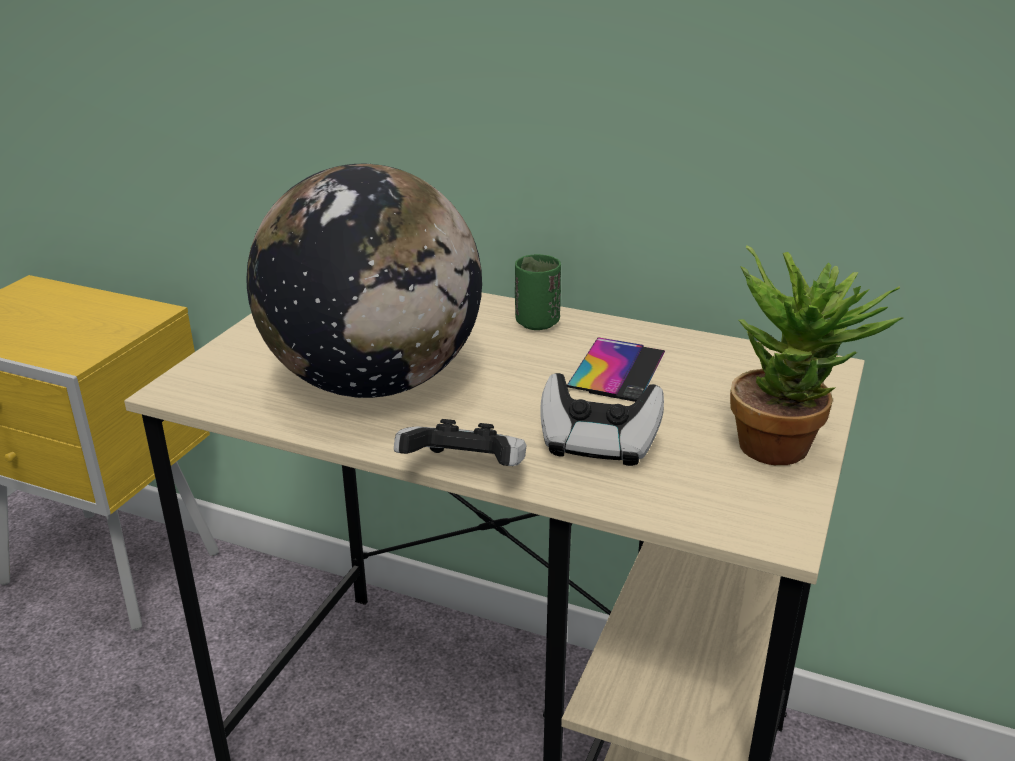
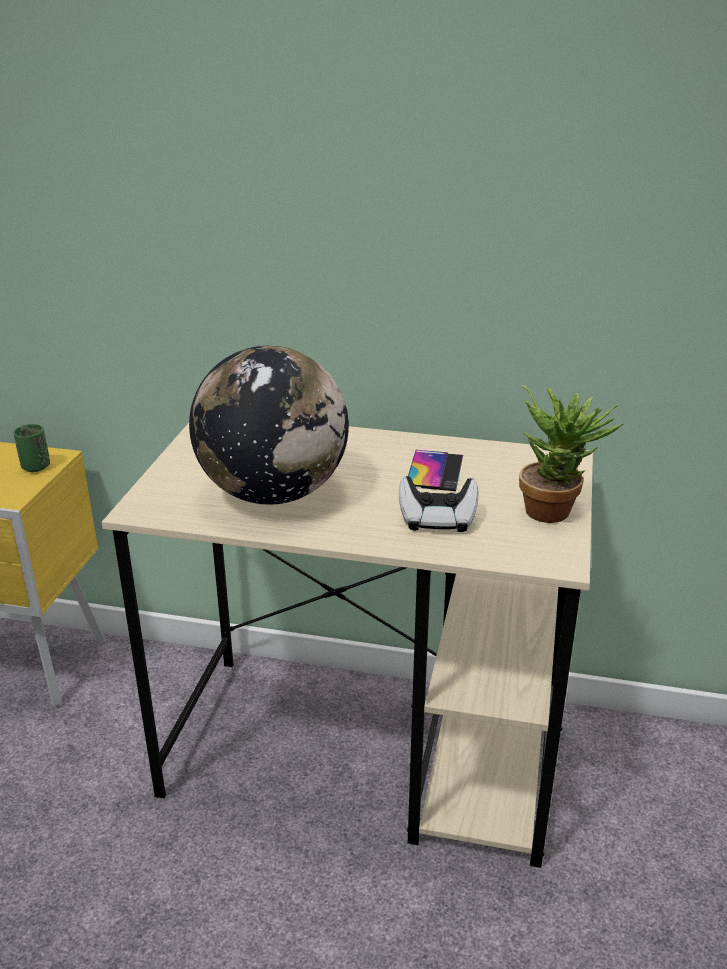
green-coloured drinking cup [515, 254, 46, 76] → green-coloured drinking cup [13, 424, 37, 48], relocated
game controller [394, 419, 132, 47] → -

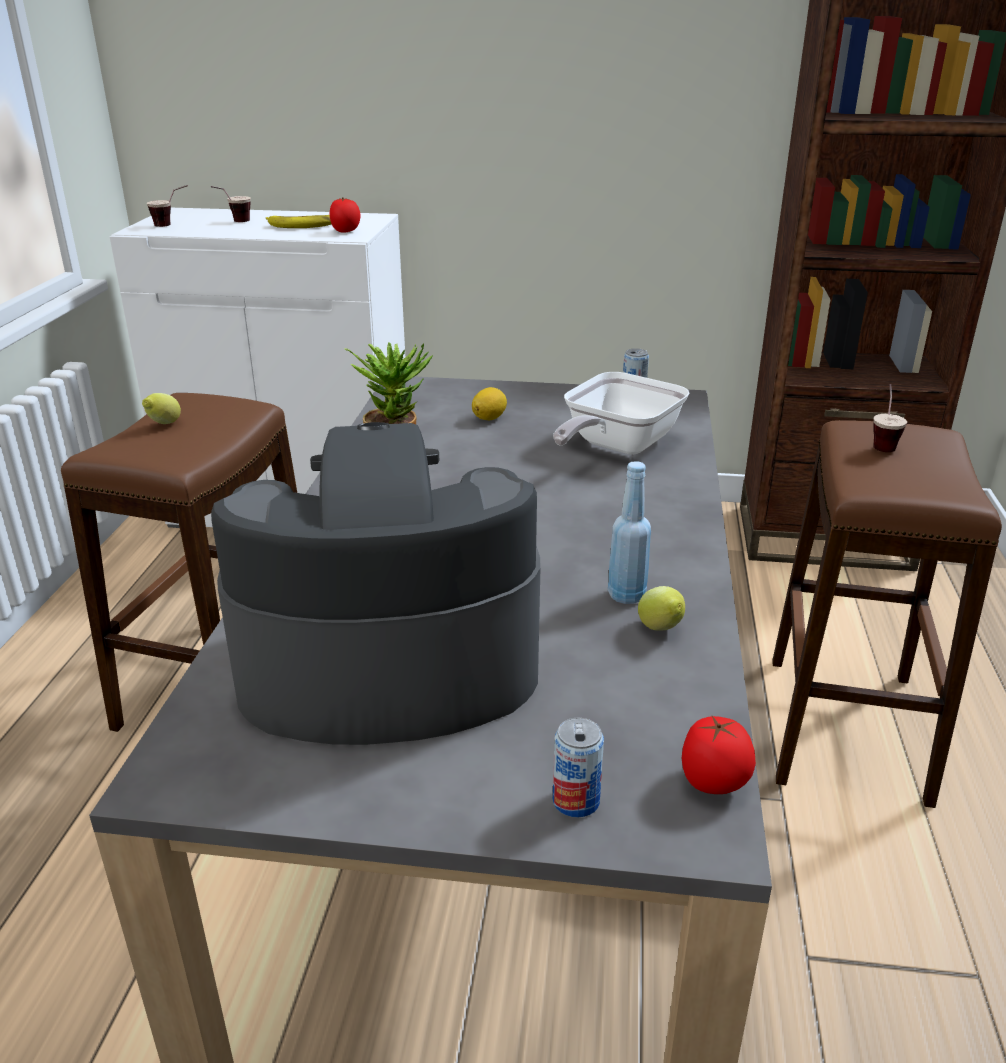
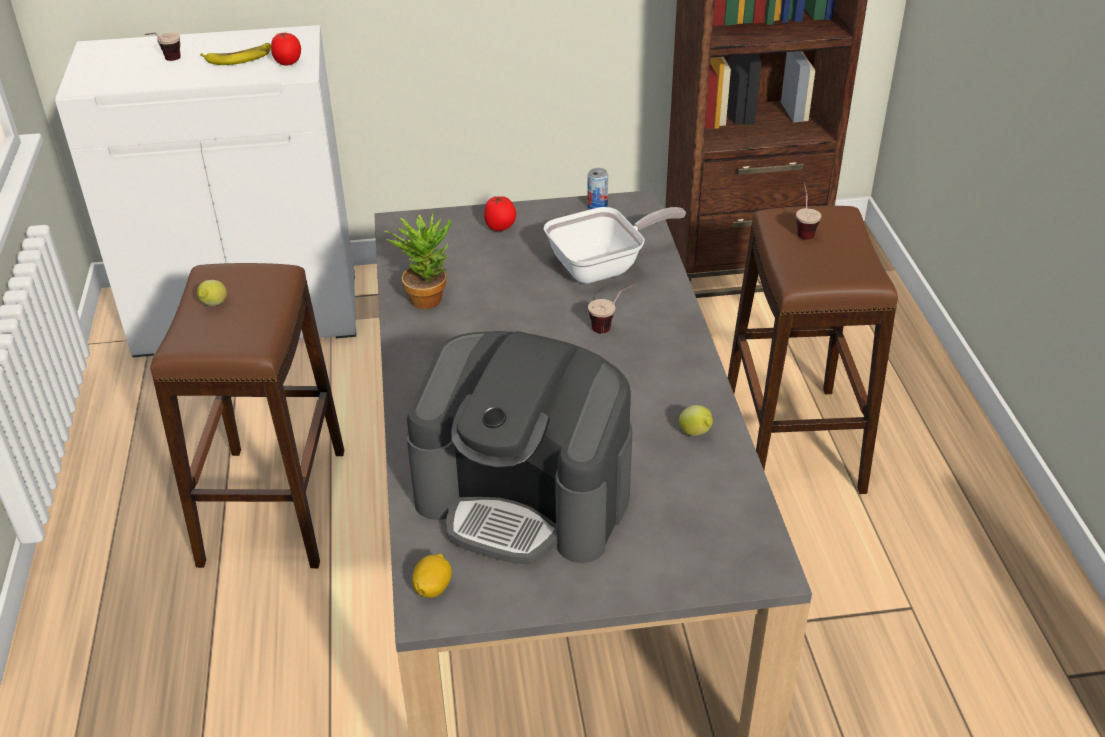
coffee maker [211, 422, 330, 323] → coffee maker [406, 331, 227, 234], 135 degrees counterclockwise
lemon [472, 387, 35, 33] → lemon [412, 553, 40, 45], relocated
fresh tomato [682, 716, 74, 78] → fresh tomato [484, 196, 32, 35], relocated
skillet [553, 372, 137, 83] → skillet [543, 207, 143, 77], 135 degrees counterclockwise
drinking cup [147, 185, 41, 42] → drinking cup [588, 283, 48, 50], relocated
can [553, 718, 51, 99] → -
bluish drink bottle [608, 461, 43, 143] → -

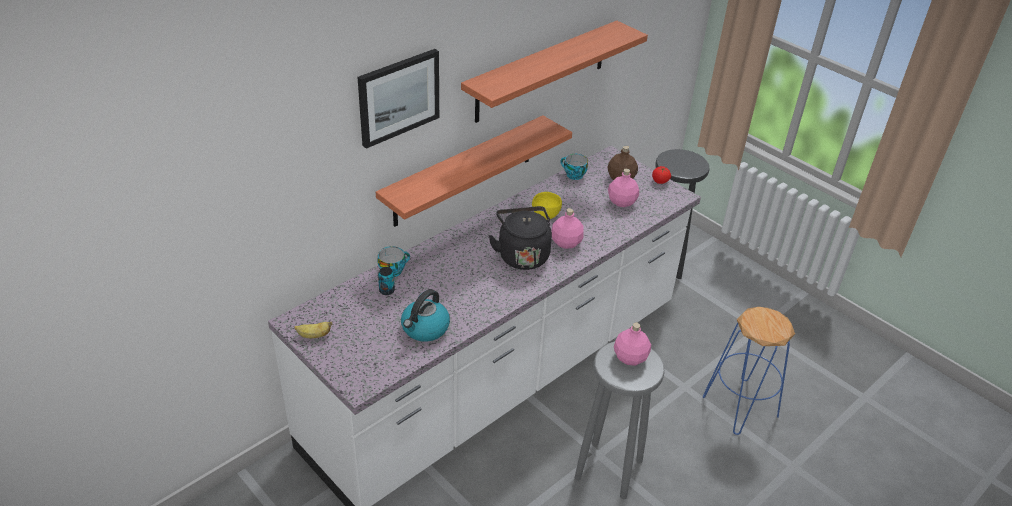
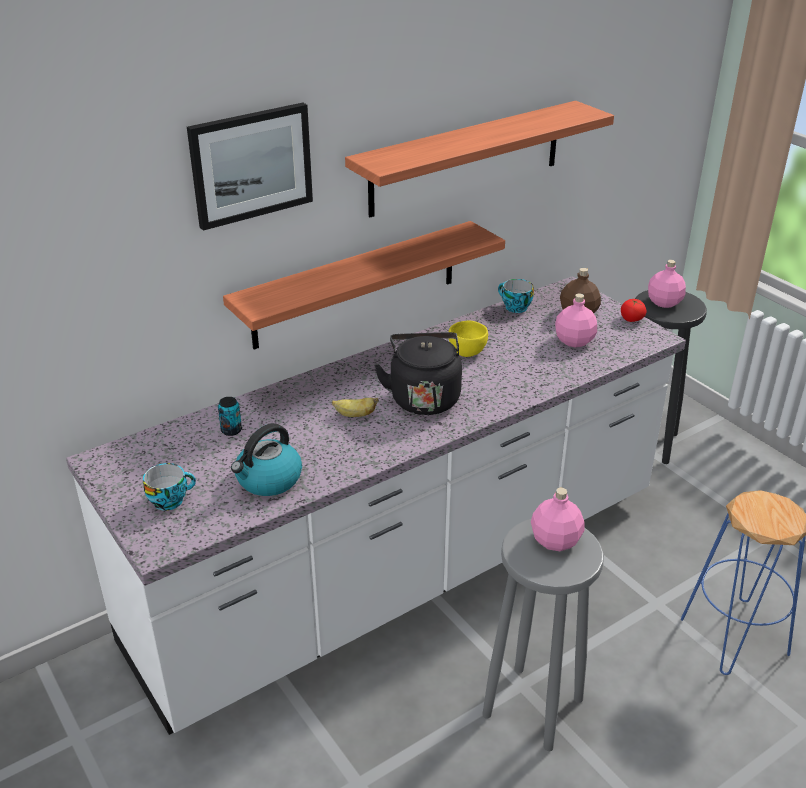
drinking cup [378, 246, 32, 31] → drinking cup [143, 463, 53, 48], relocated
banana fruit [294, 321, 38, 17] → banana fruit [332, 398, 47, 19], relocated
pinkish drink bottle [552, 208, 32, 41] → pinkish drink bottle [648, 260, 38, 48], relocated

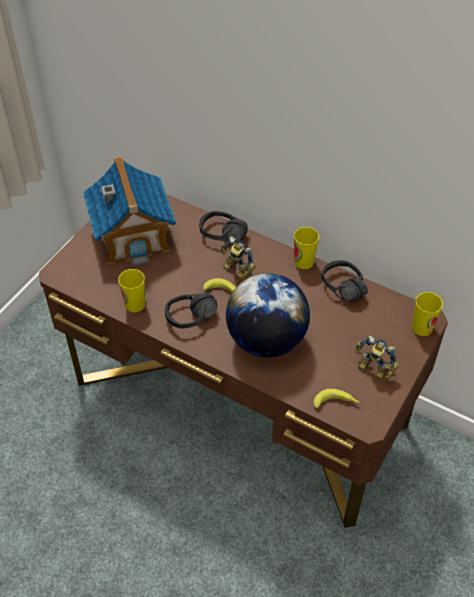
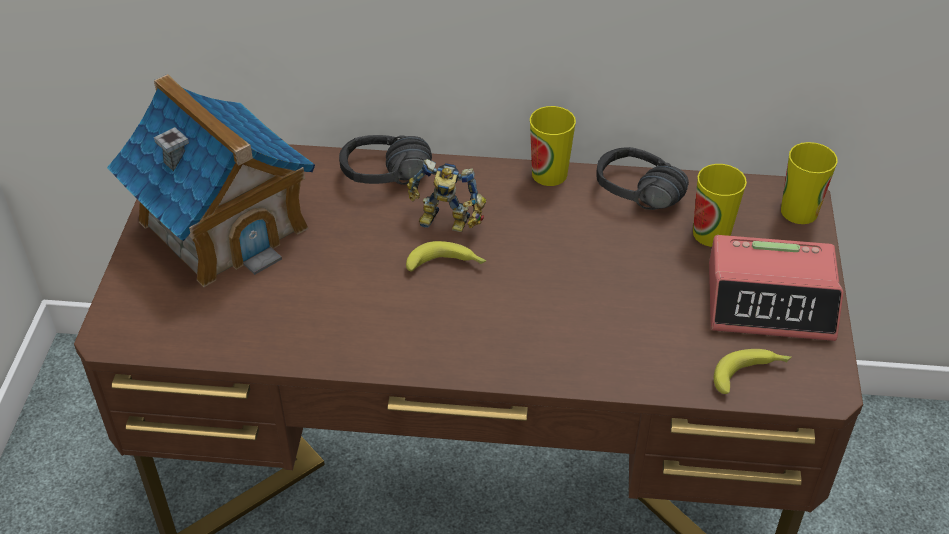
drinking cup [118, 269, 27, 44] → drinking cup [693, 164, 54, 83], relocated
robot figure [355, 335, 44, 44] → bedside clock [709, 235, 135, 106]
black headphones [165, 292, 52, 37] → -
desk globe [226, 273, 84, 84] → -

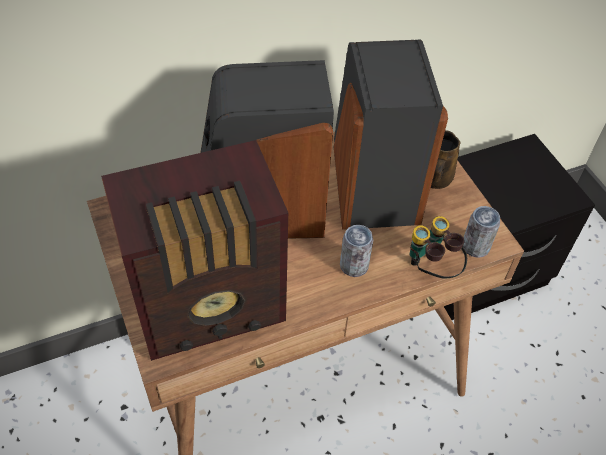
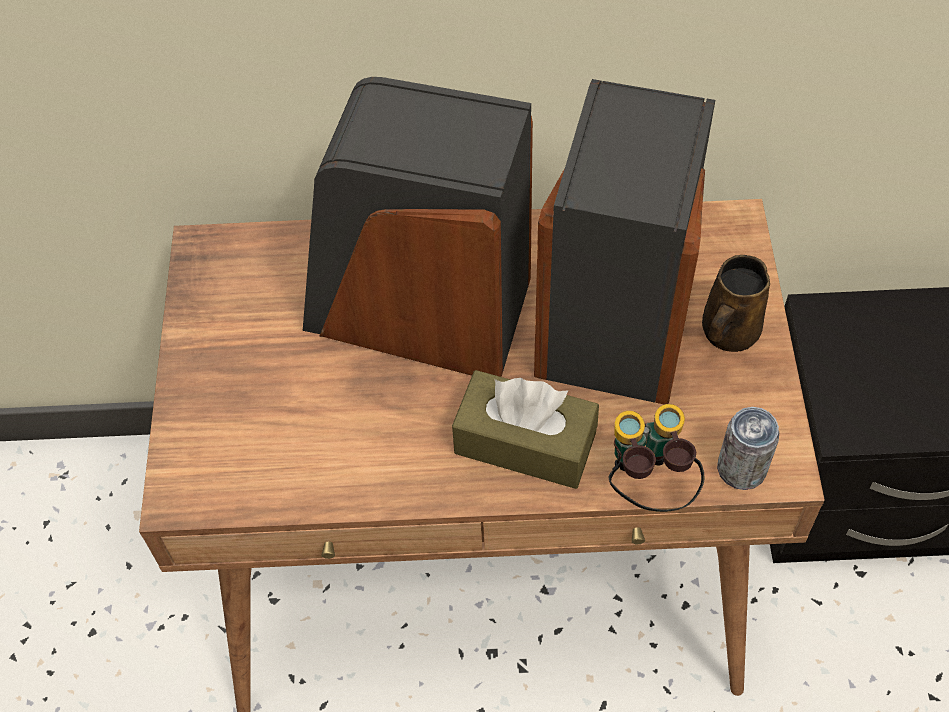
can [340, 225, 33, 52] → brown box of tissues [452, 370, 147, 119]
radio receiver [101, 140, 187, 221] → -

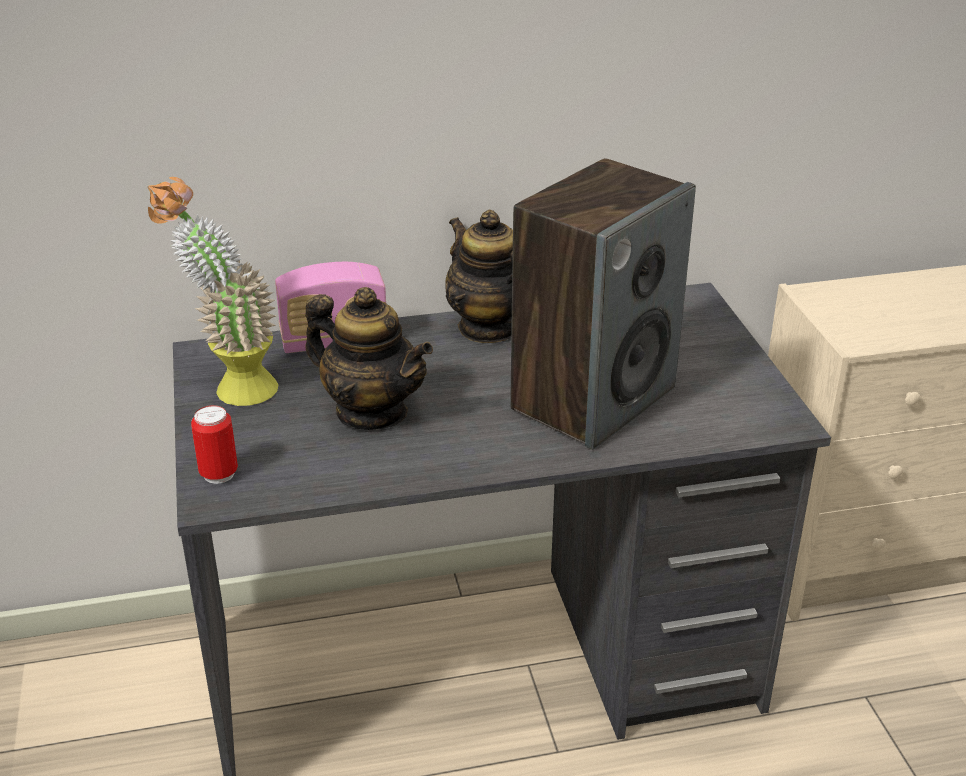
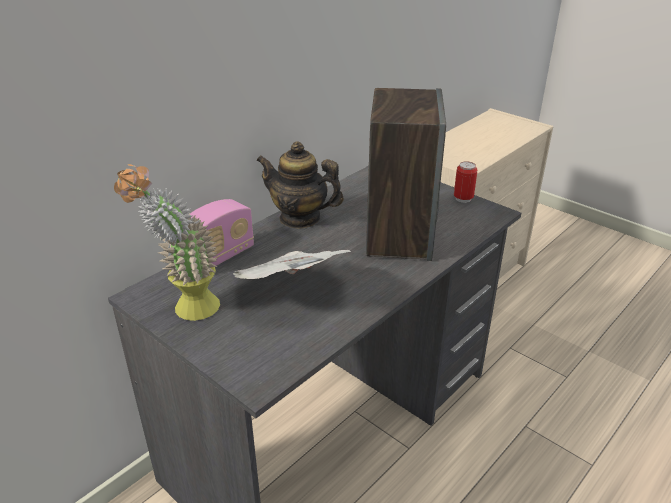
teapot [305, 287, 128, 143] → daily paper [233, 250, 118, 29]
can [191, 405, 47, 79] → can [454, 161, 23, 42], relocated

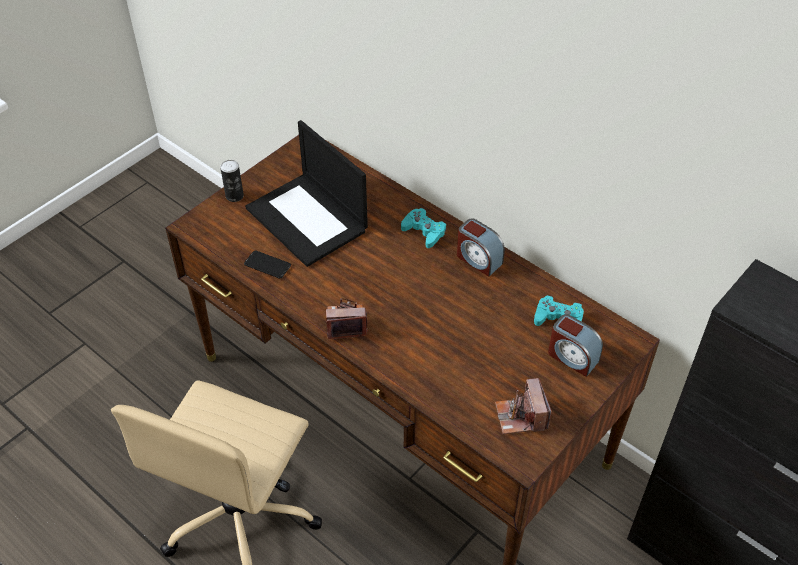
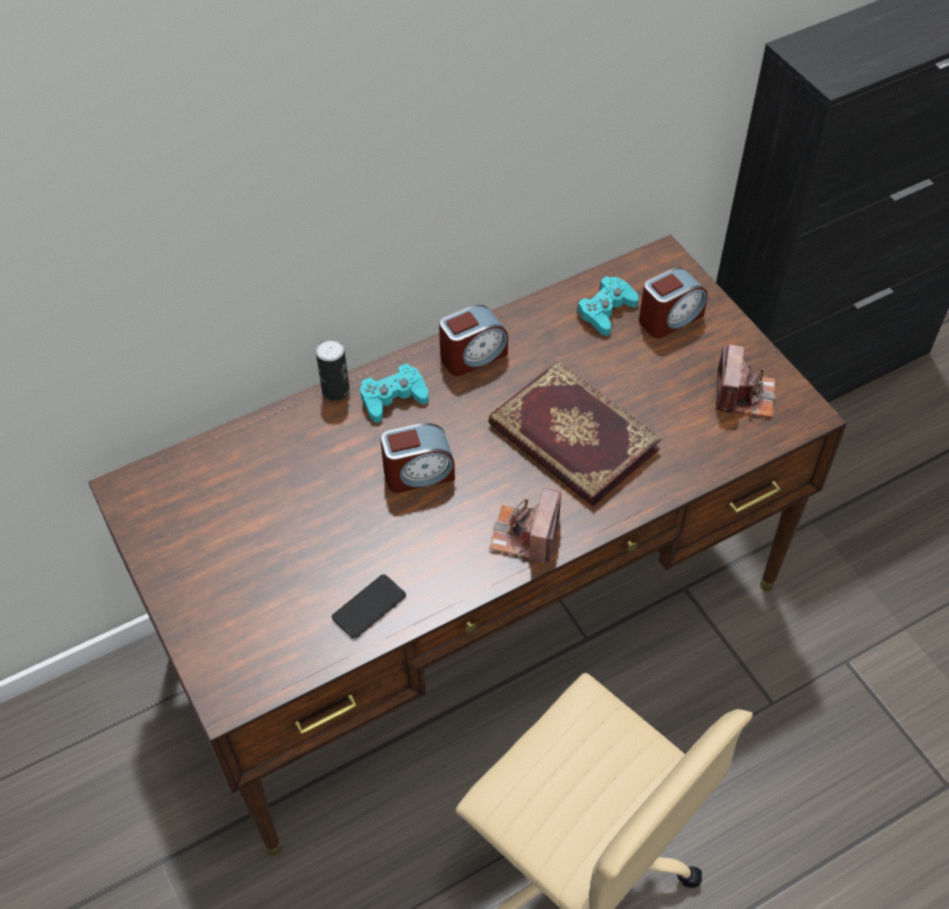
can [220, 160, 24, 42] → can [316, 339, 34, 62], relocated
- → bedside clock [380, 423, 75, 70]
- → volume [488, 361, 174, 145]
photo camera [495, 378, 56, 56] → photo camera [716, 344, 59, 74], 90 degrees counterclockwise
portable computer [245, 120, 123, 147] → -

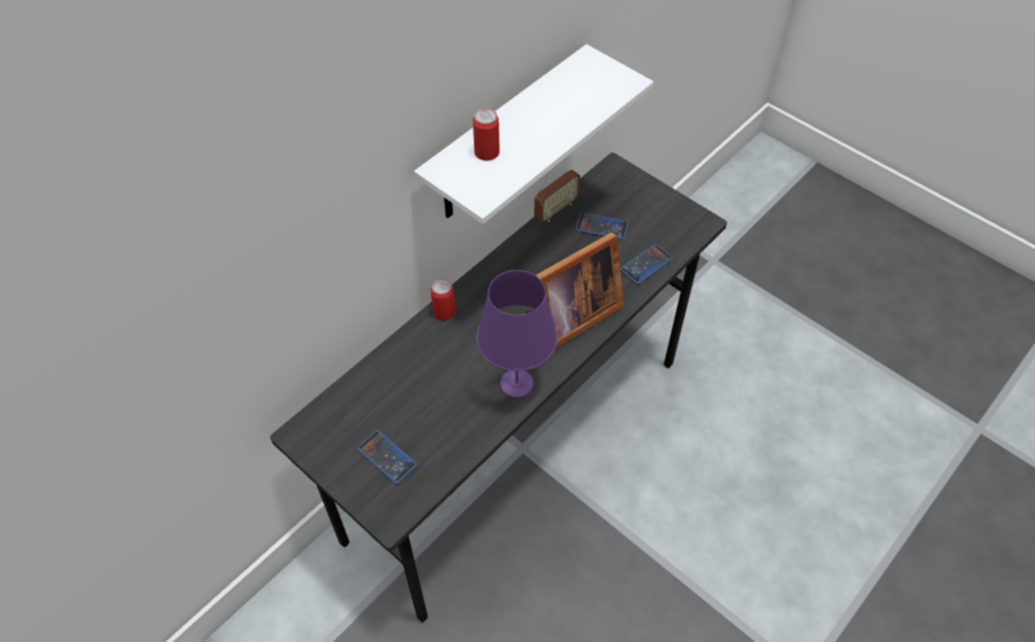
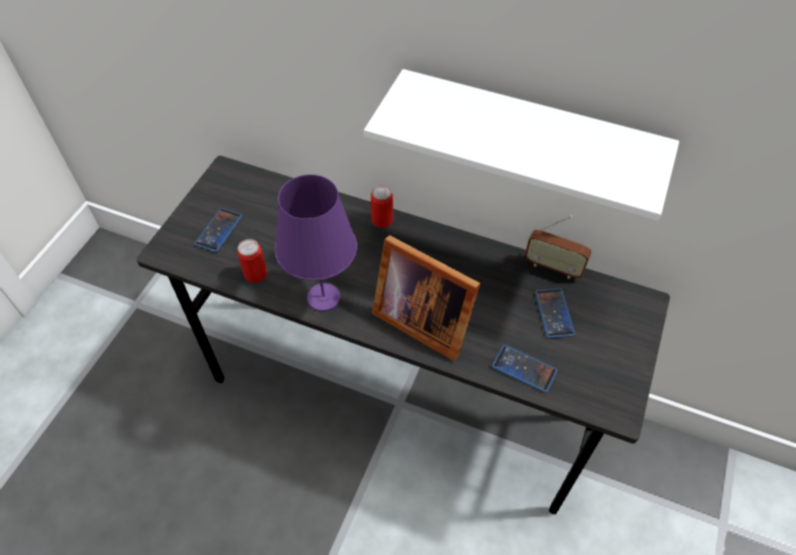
can [473, 108, 27, 53] → can [237, 239, 30, 44], relocated

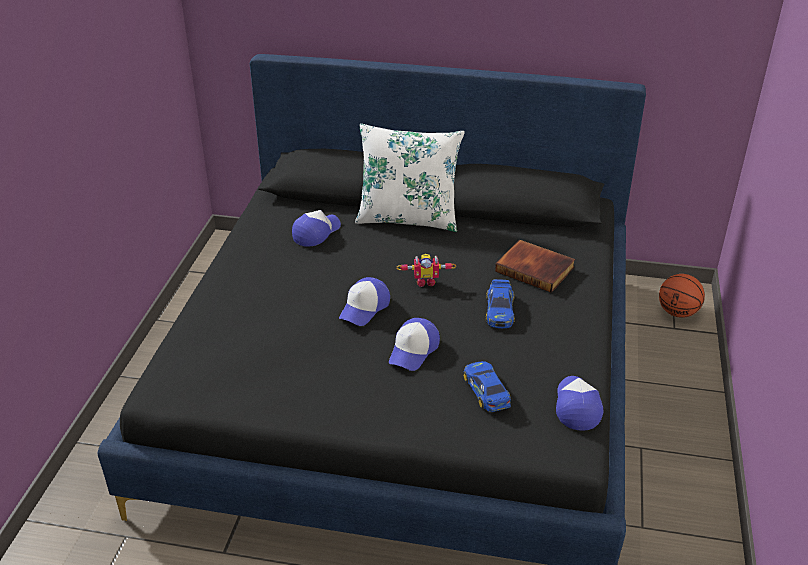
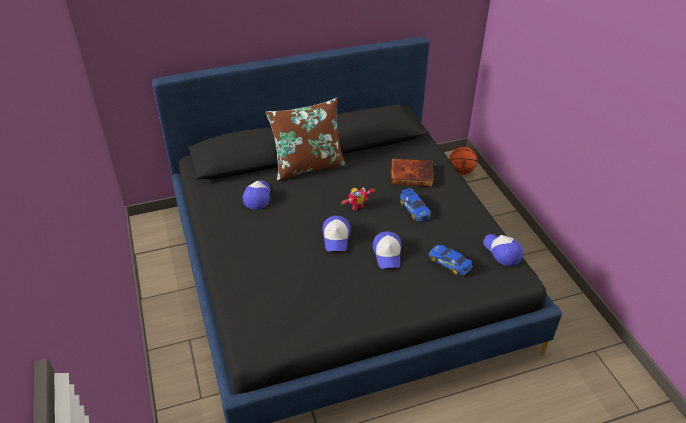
whitish cushion [355, 124, 110, 108] → brown cushion [266, 98, 80, 83]

